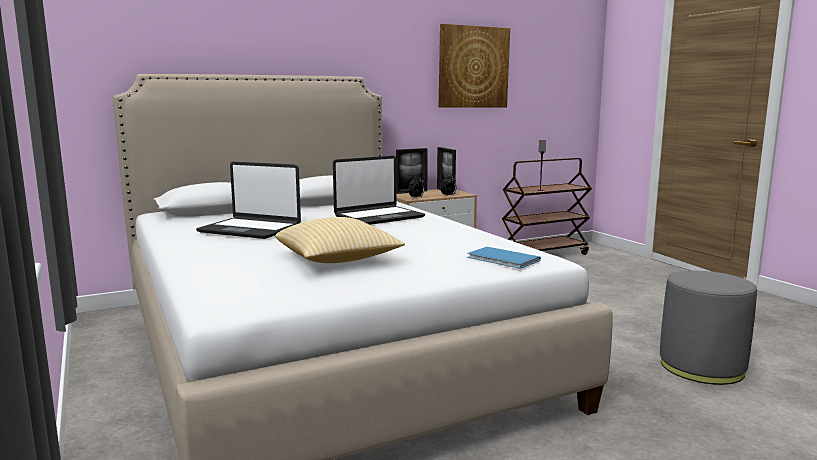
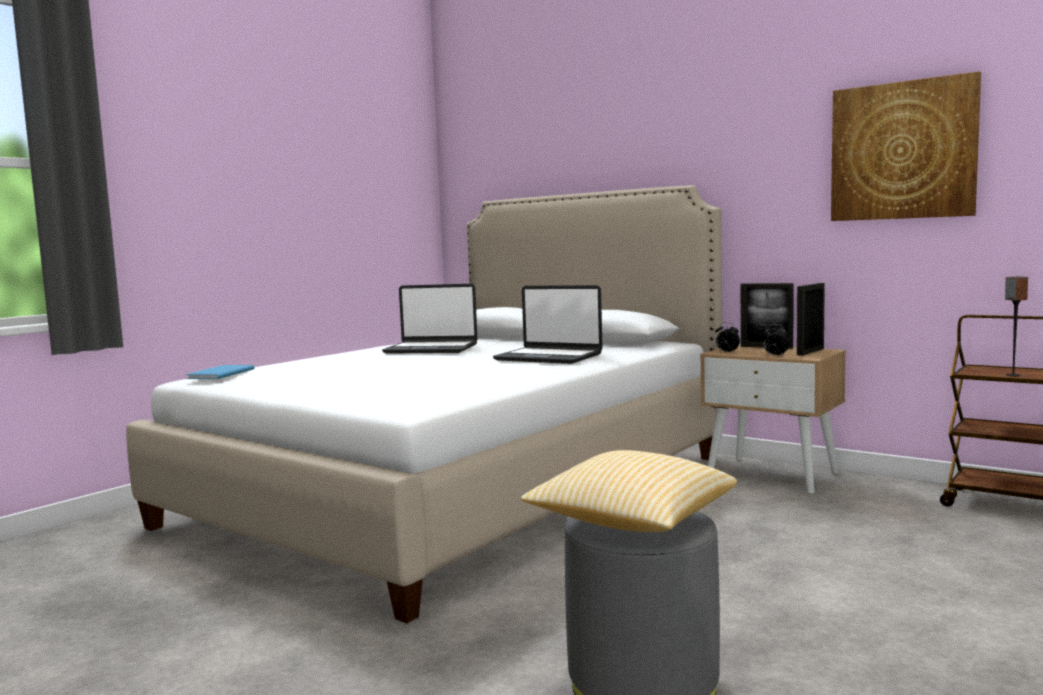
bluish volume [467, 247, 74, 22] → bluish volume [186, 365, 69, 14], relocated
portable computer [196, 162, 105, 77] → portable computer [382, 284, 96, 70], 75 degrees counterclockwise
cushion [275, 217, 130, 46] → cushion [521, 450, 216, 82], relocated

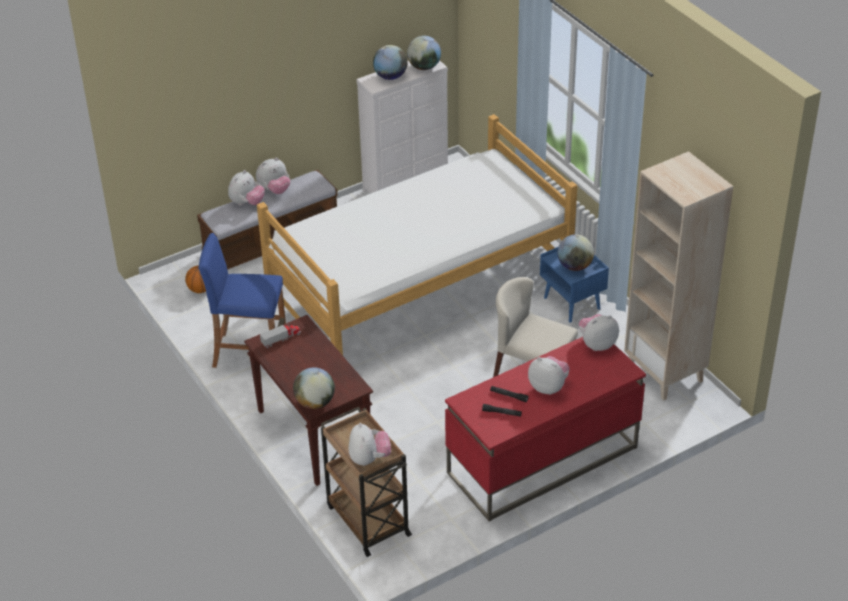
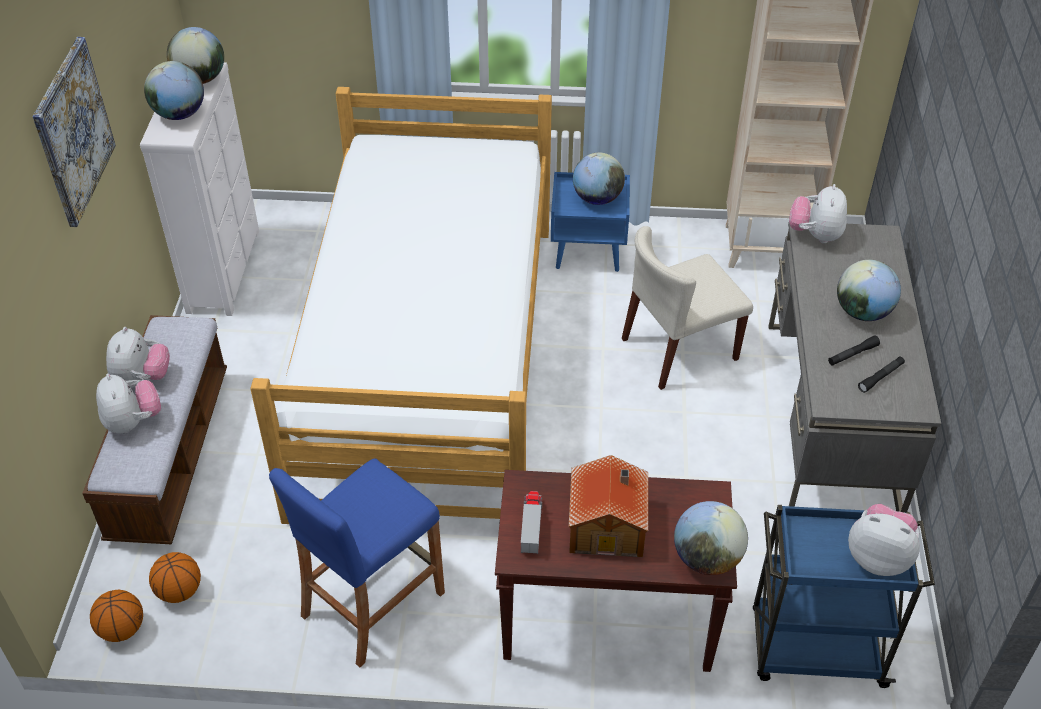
- → wall art [33, 37, 83, 190]
- → basketball ball [90, 590, 53, 52]
- → model house [569, 455, 79, 102]
brown cart [321, 407, 91, 150] → bluish cart [753, 505, 182, 183]
red-coloured desk [445, 337, 201, 185] → gray desk [768, 223, 173, 290]
cuddly toy [528, 356, 42, 39] → desk globe [837, 260, 64, 61]

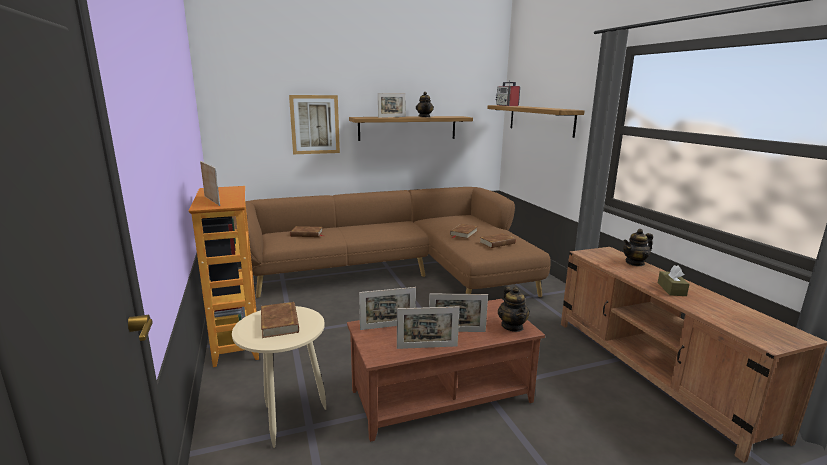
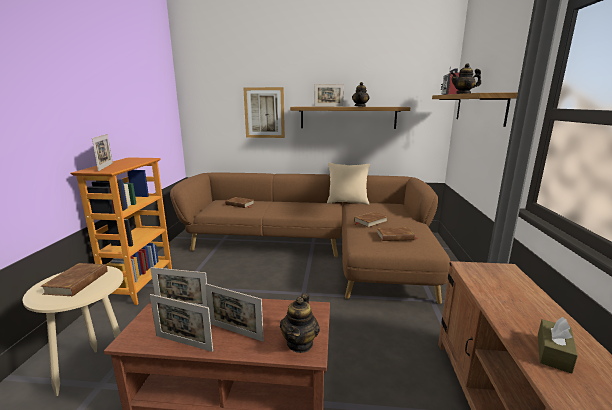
- → beige cushion [327, 162, 43, 43]
teapot [623, 229, 30, 37] → teapot [450, 63, 31, 31], relocated

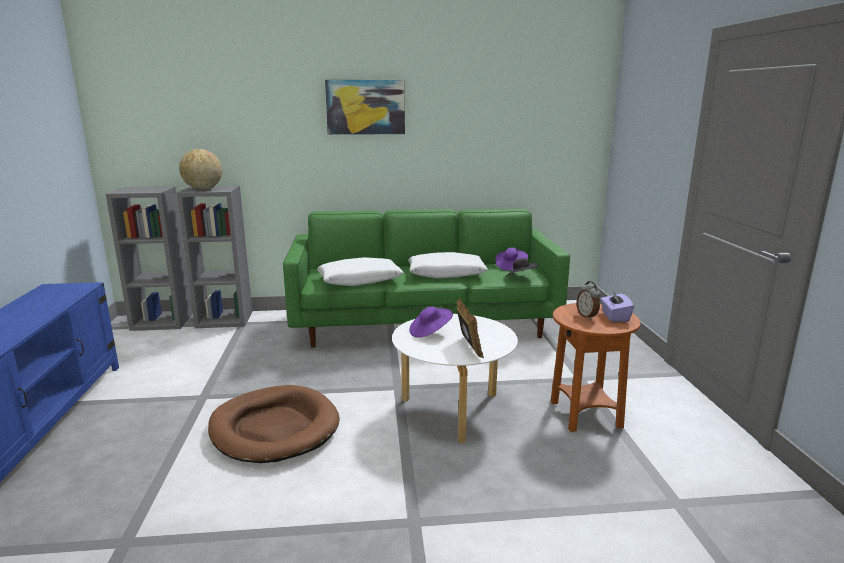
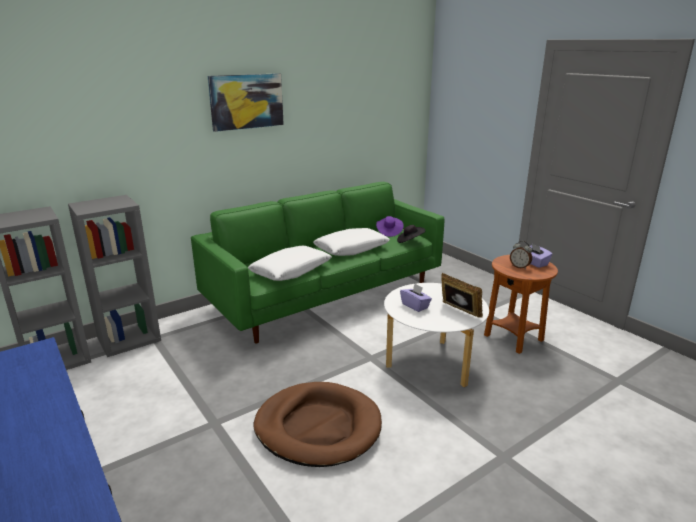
purple-coloured hat [409, 307, 44, 31] → purple-coloured box of tissues [400, 284, 32, 28]
desk globe [179, 149, 43, 41] → -

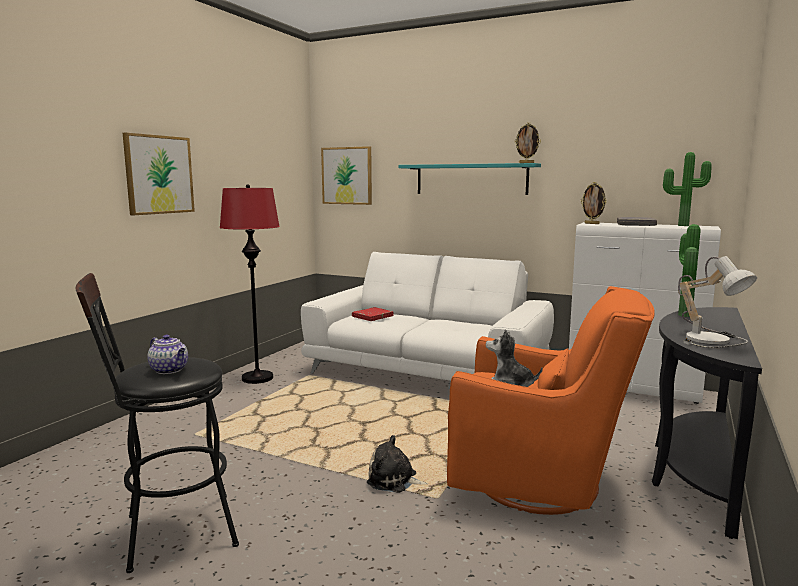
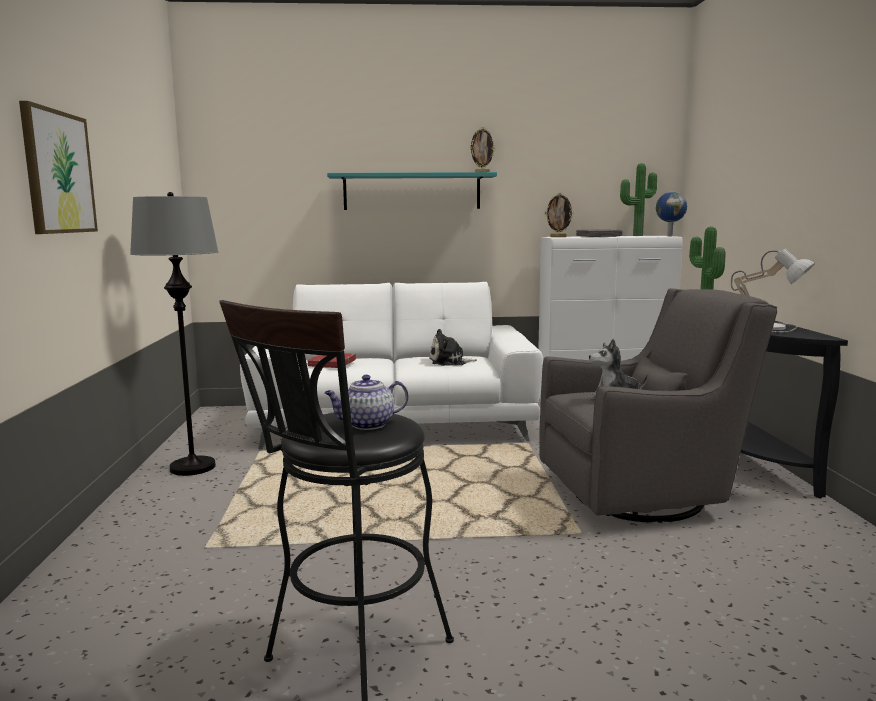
red-coloured standing lamp [219, 184, 61, 200] → gray standing lamp [130, 192, 89, 284]
teapot [147, 335, 41, 39] → teapot [324, 375, 85, 55], 150 degrees clockwise
cuddly toy [367, 435, 61, 58] → cuddly toy [429, 329, 48, 37], relocated
orange easy chair [447, 286, 208, 229] → gray easy chair [539, 288, 238, 235]
- → desk globe [656, 192, 31, 44]
wall art [321, 146, 51, 59] → -

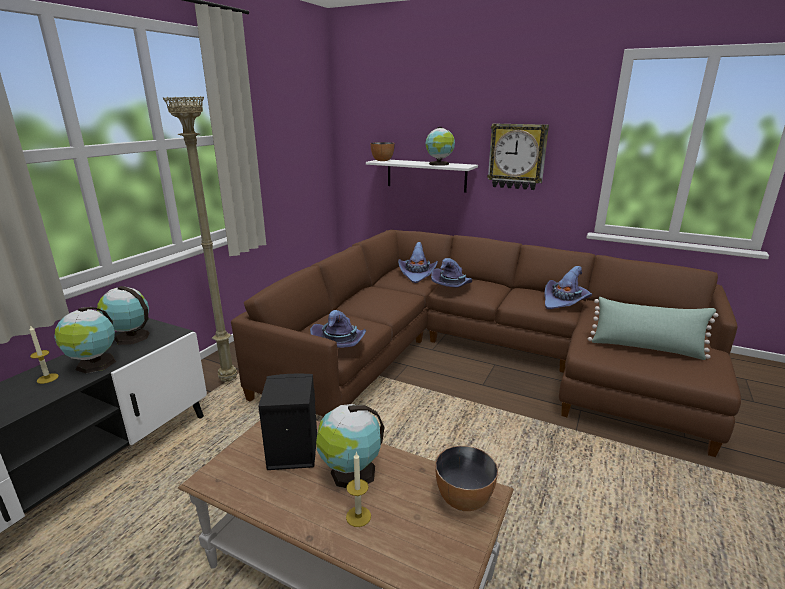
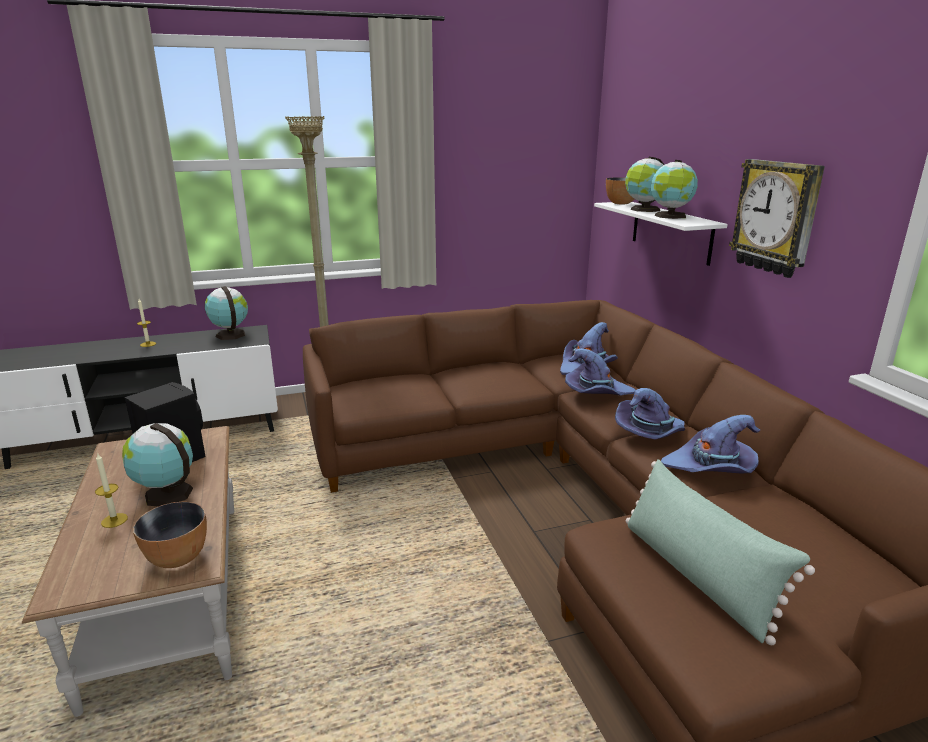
purple-coloured hat [310, 310, 56, 38] → purple-coloured hat [615, 388, 70, 52], relocated
desk globe [54, 307, 62, 67] → desk globe [625, 157, 40, 55], relocated

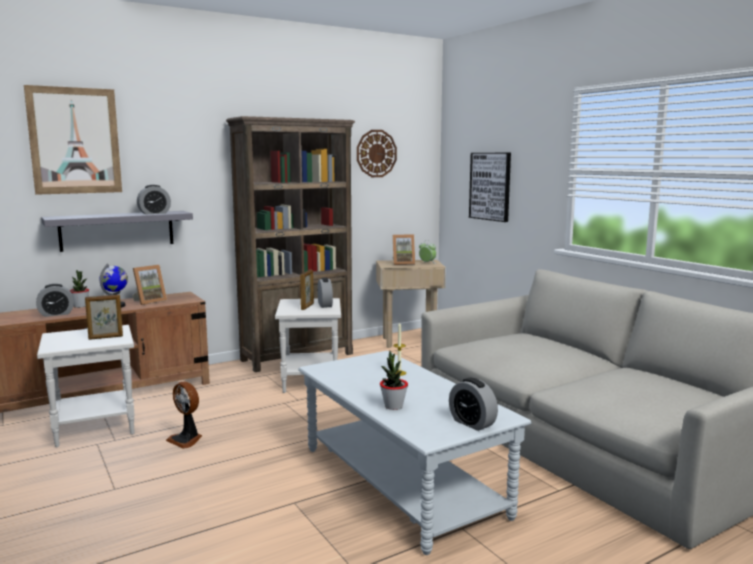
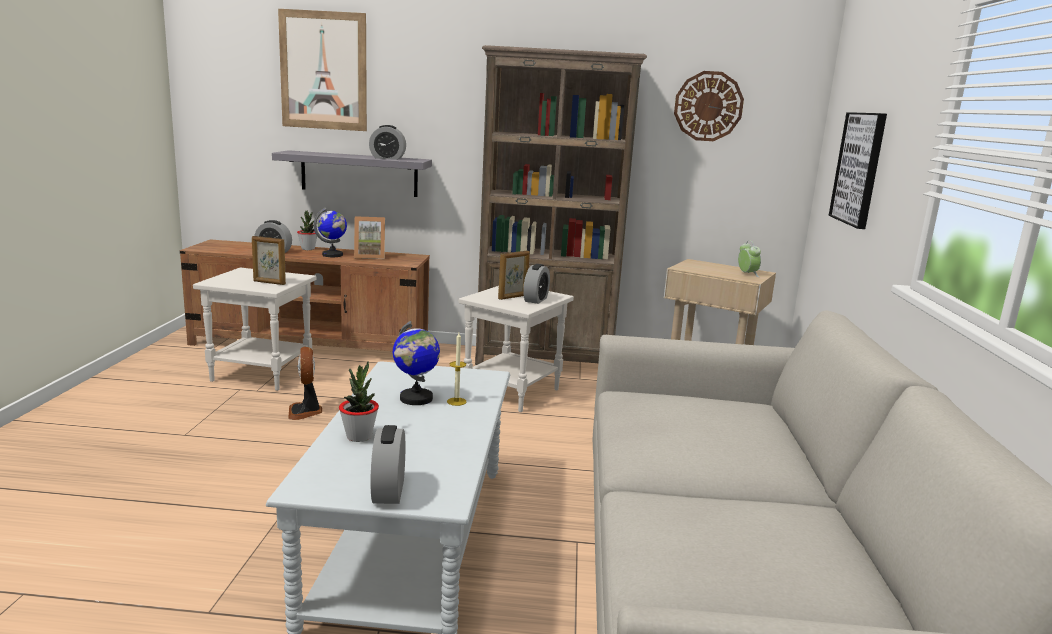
- → desk globe [393, 321, 47, 84]
photo frame [393, 235, 22, 30] → -

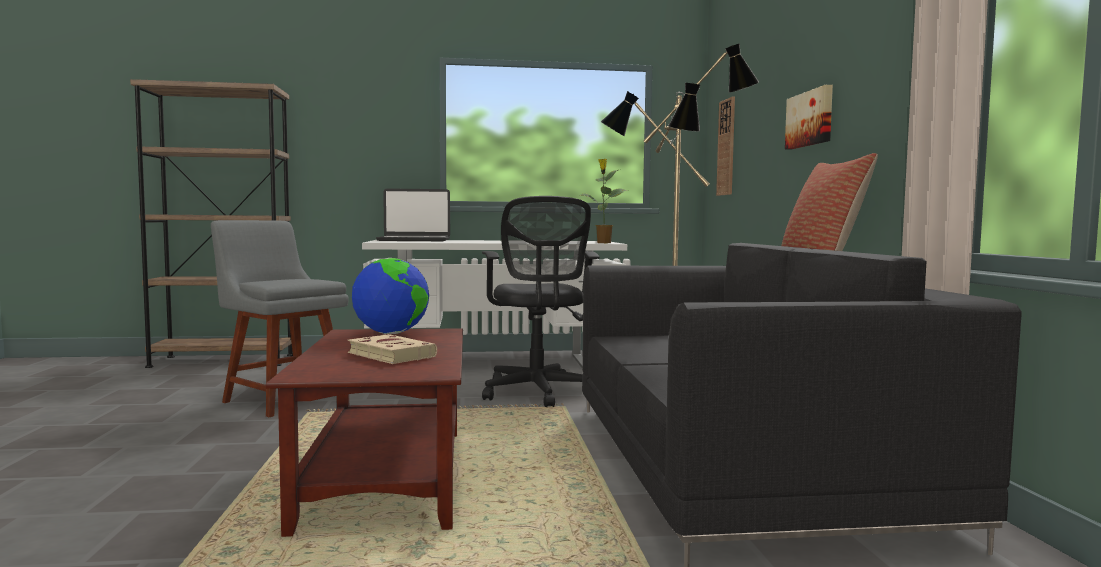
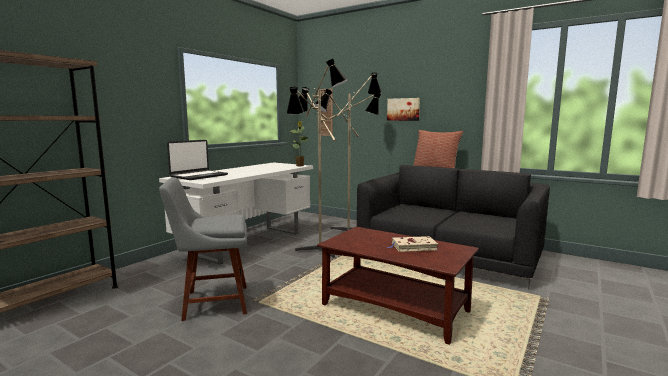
black desk chair [482, 196, 118, 211] → standing lamp [287, 59, 61, 199]
desk globe [352, 258, 77, 76] → -

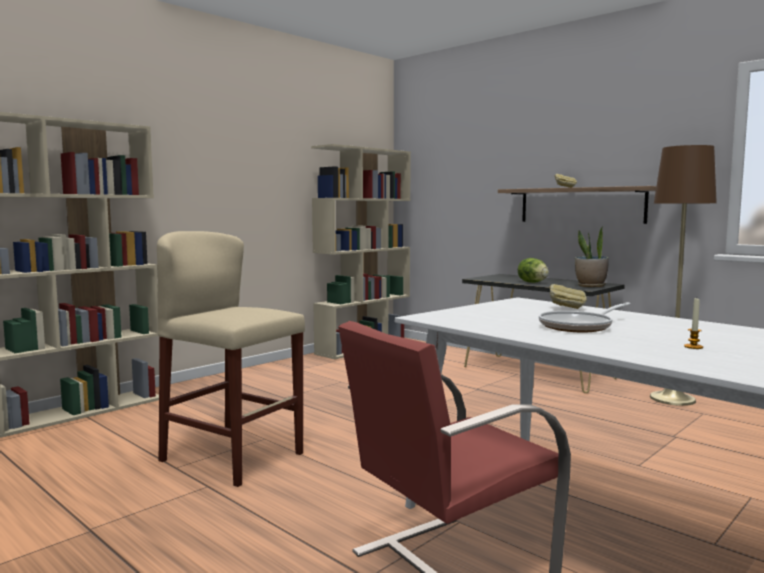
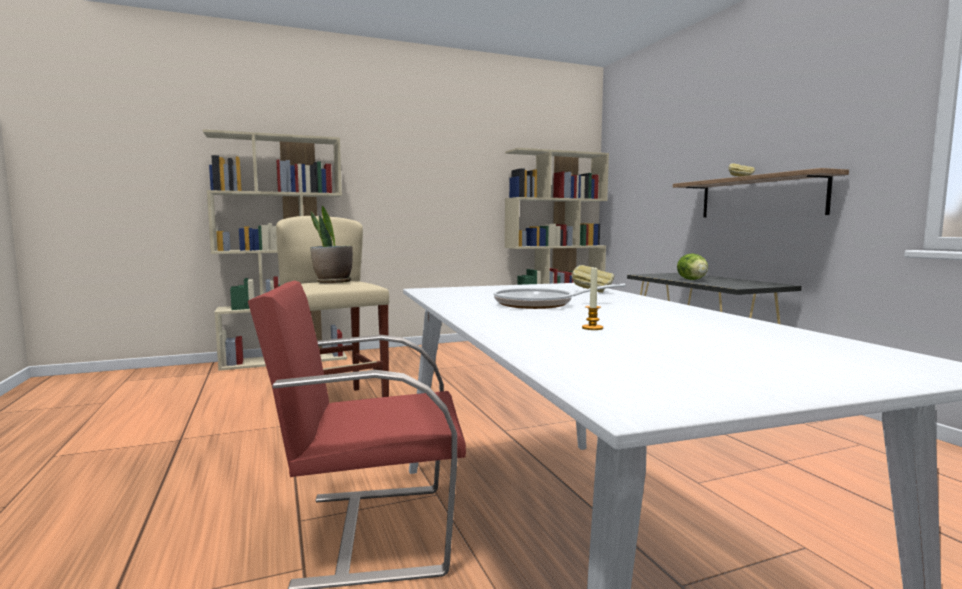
potted plant [575, 226, 34, 61] → potted plant [310, 206, 43, 77], relocated
brown standing lamp [650, 145, 67, 261] → -

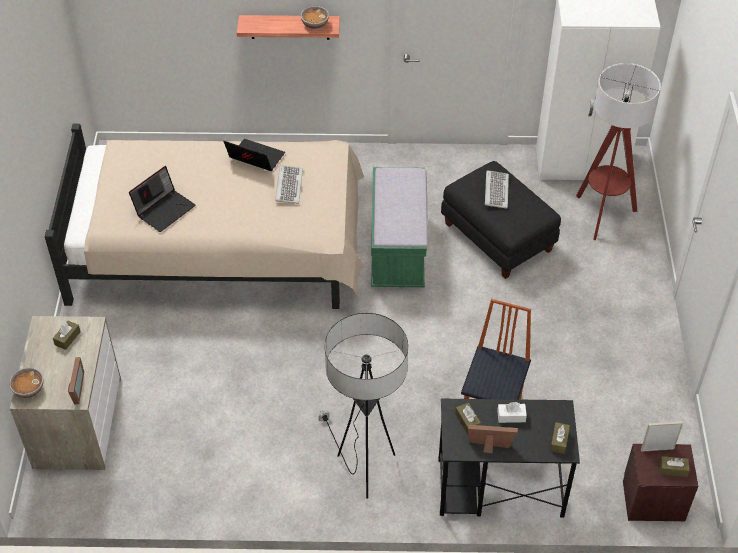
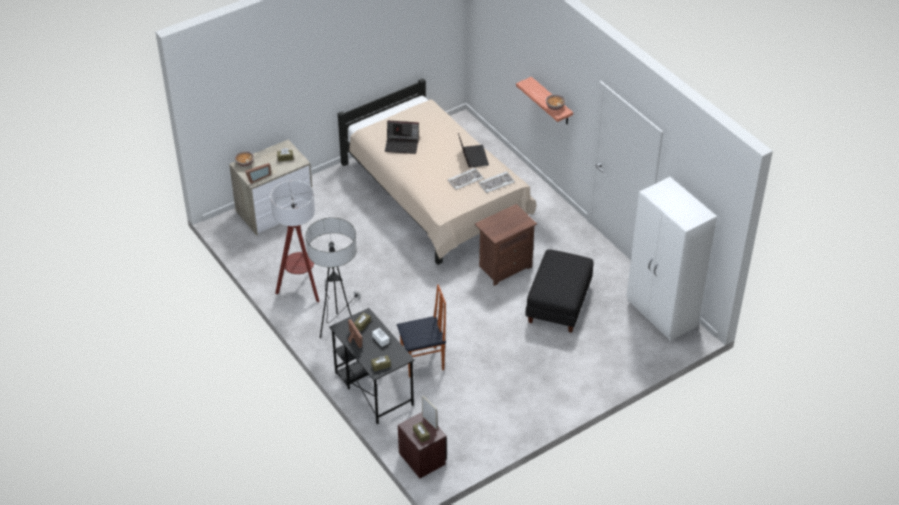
standing lamp [576, 63, 85, 177] → standing lamp [270, 180, 50, 123], relocated
green-coloured long seat [371, 167, 57, 120] → brown nightstand [475, 204, 62, 82]
keyboard [485, 170, 24, 39] → keyboard [478, 171, 37, 22], relocated

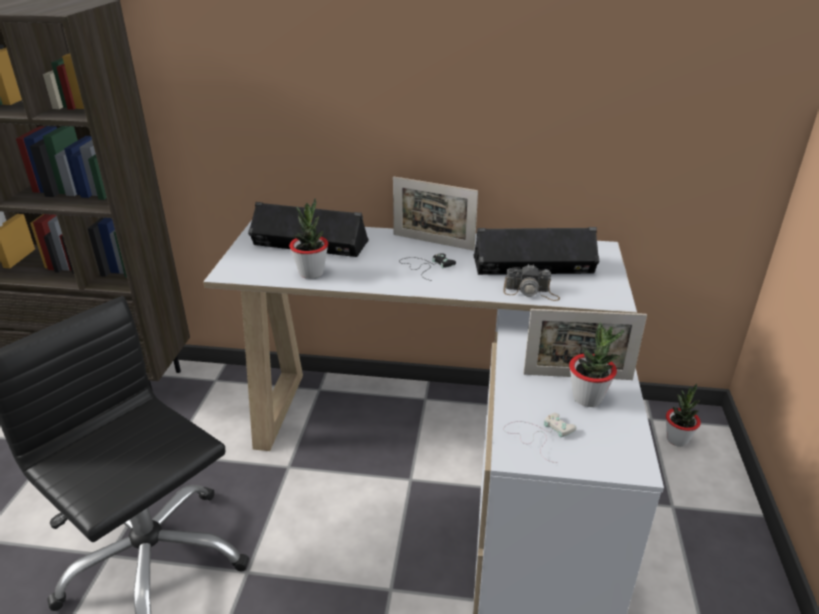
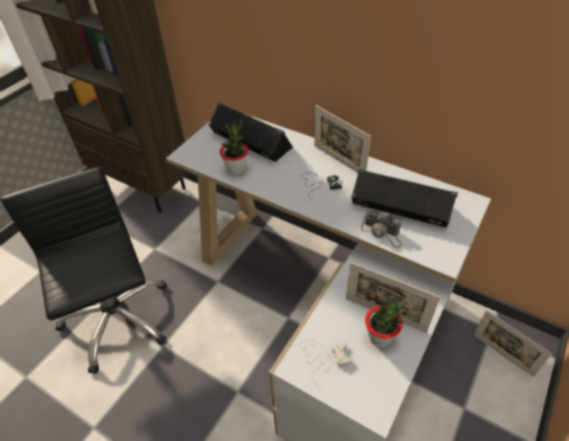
potted plant [666, 383, 35, 64] → photo frame [473, 310, 79, 67]

